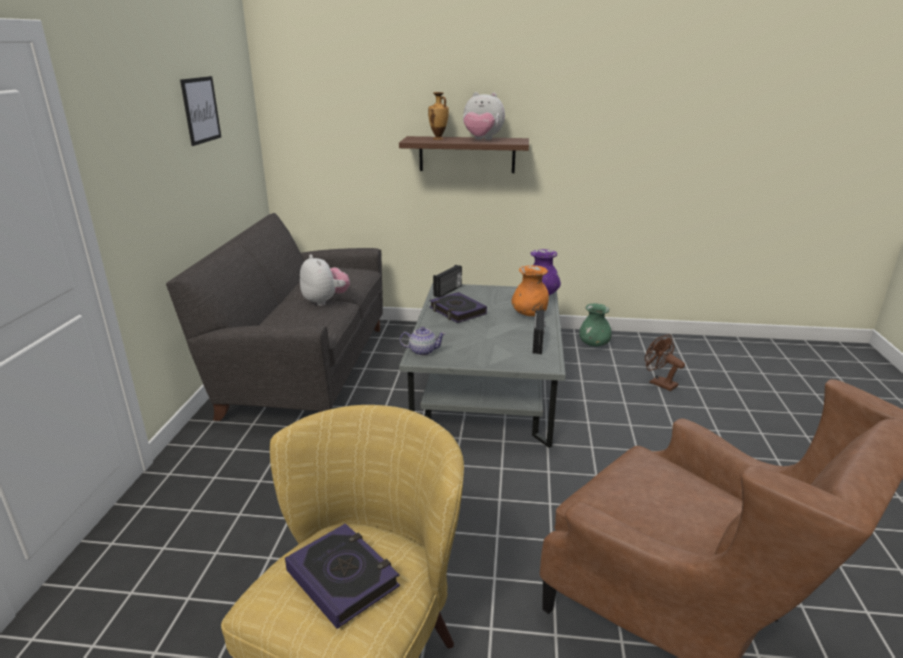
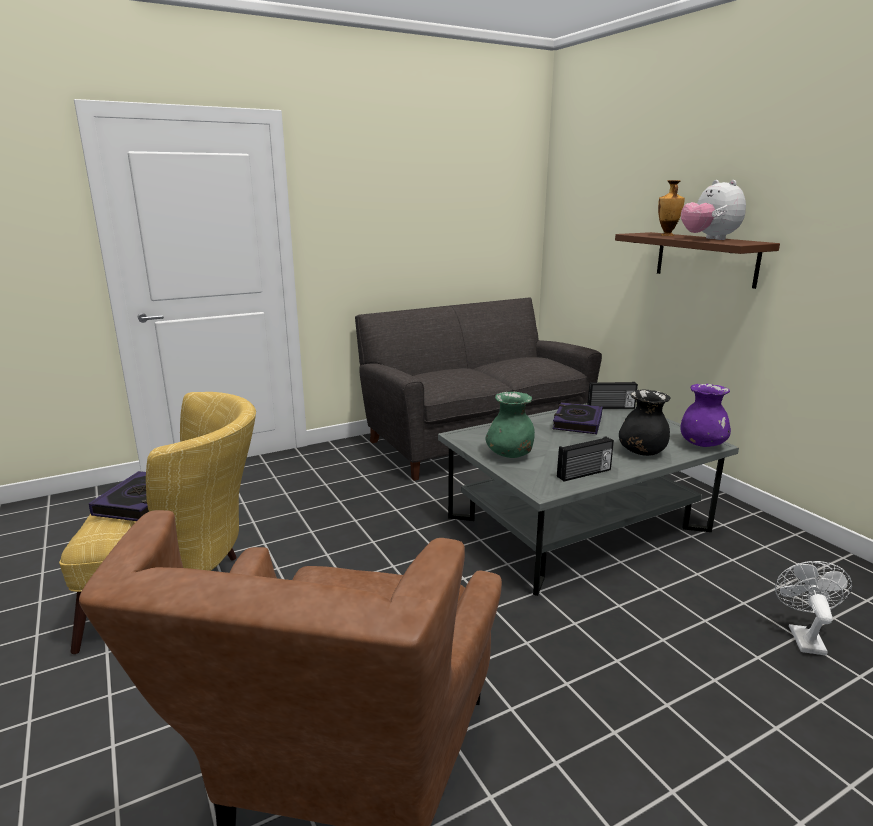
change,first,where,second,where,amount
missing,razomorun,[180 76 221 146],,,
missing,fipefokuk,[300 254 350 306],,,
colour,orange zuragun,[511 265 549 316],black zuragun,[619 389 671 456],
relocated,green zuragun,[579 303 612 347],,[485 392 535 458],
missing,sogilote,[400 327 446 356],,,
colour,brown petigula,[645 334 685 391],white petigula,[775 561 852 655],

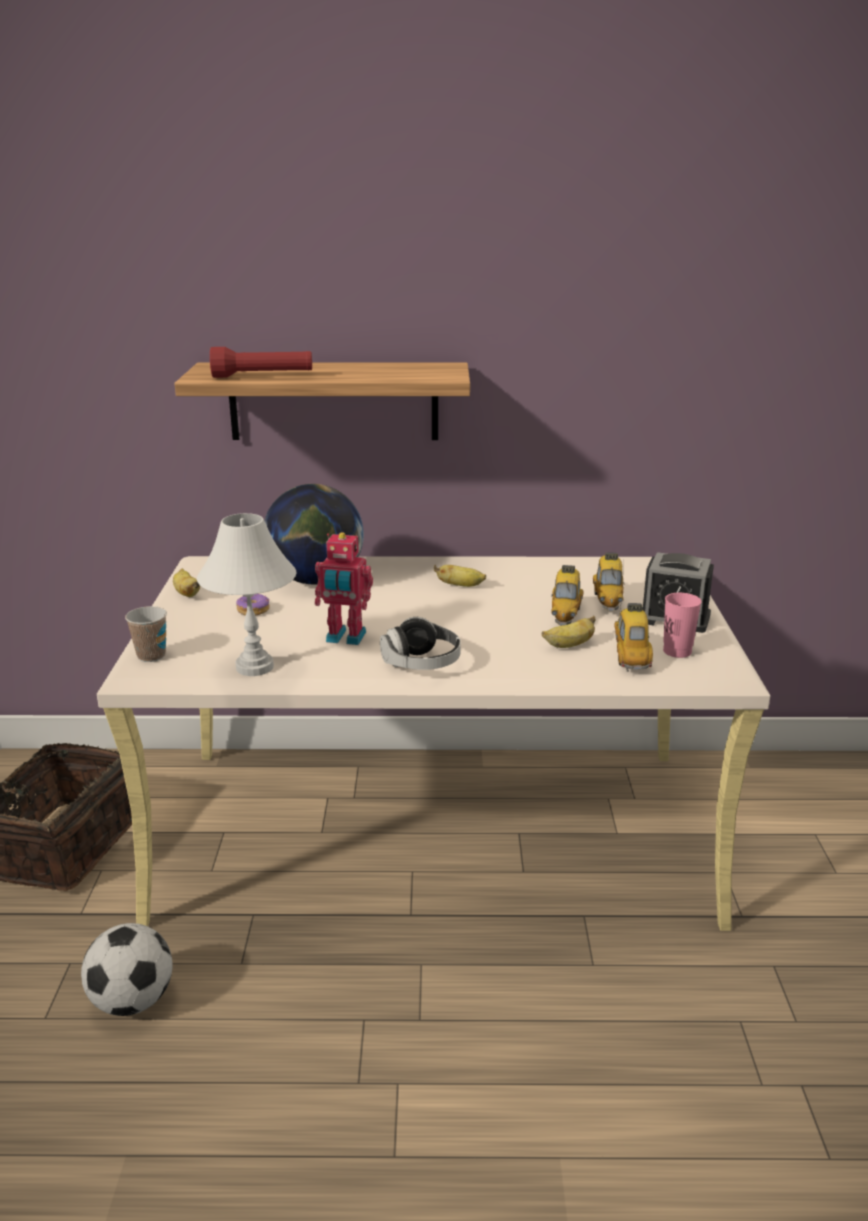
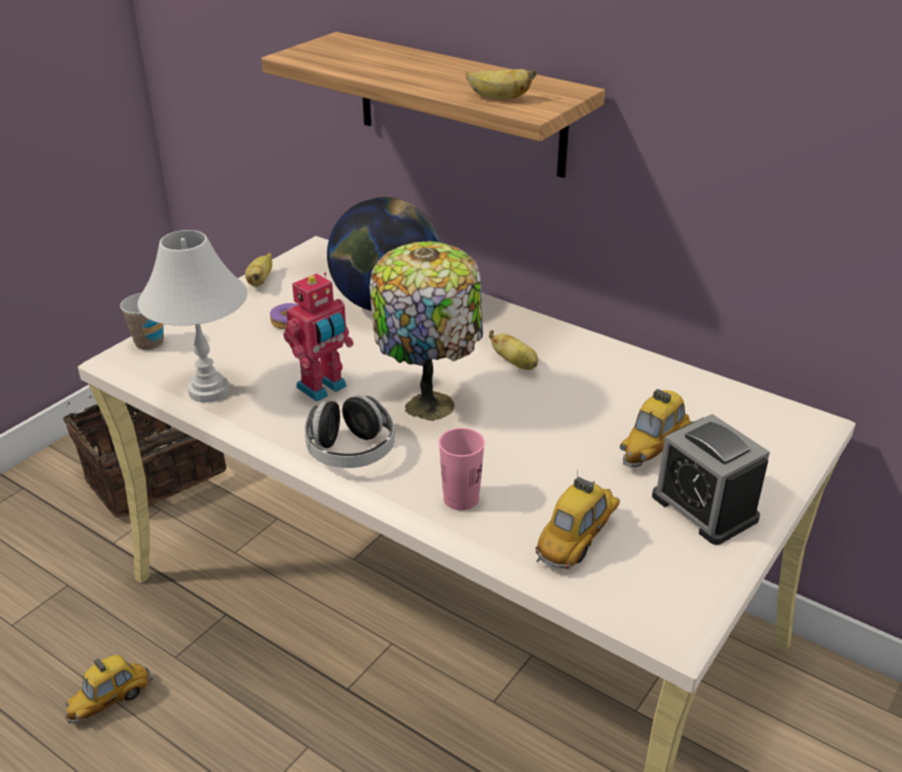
change,first,where,second,where,amount
missing,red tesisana,[210 347 312 378],,,
spun,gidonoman,[315 533 373 645],,[283 272 354 402],90 degrees counterclockwise
relocated,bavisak,[551 565 583 626],,[65 655 153 724],
relocated,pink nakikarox,[663 593 702 658],,[439 428 485 511],
relocated,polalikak,[542 616 596 648],,[466 69 536 99],
missing,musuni,[81 923 173 1016],,,
appeared,,,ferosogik,[370 241 483 421],

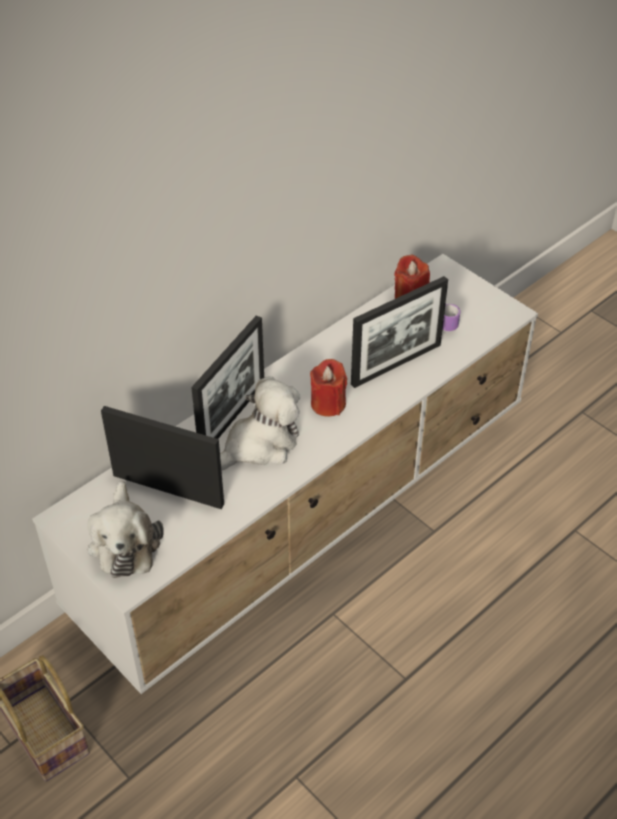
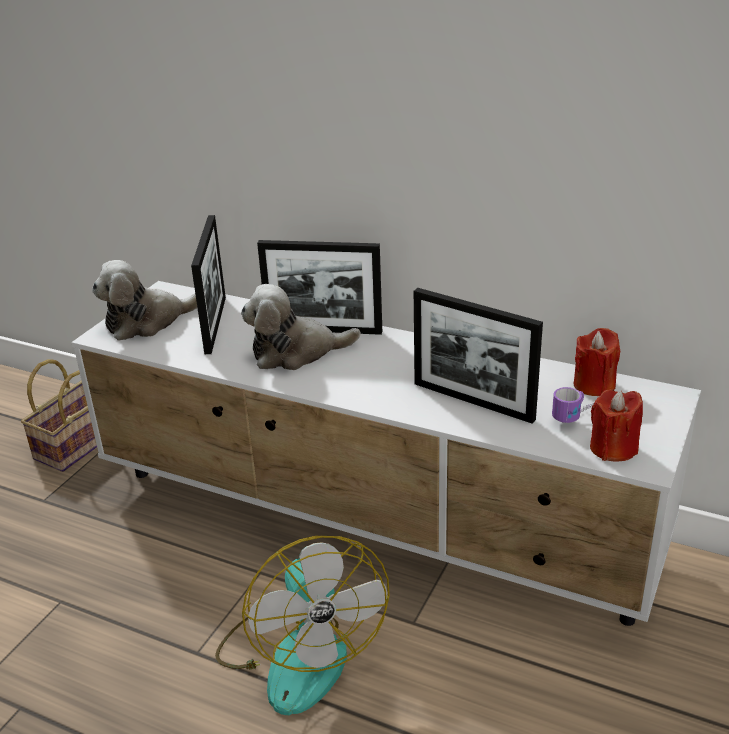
change,first,where,second,where,amount
relocated,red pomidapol,[310 359 347 416],,[590 390 643 461],
spun,fipefokuk,[220 377 300 471],,[241 284 361 370],135 degrees clockwise
appeared,,,petigula,[215 536 390 715],

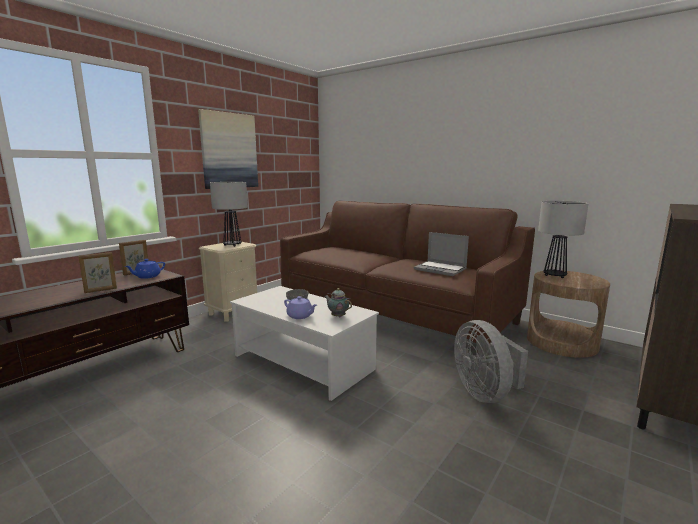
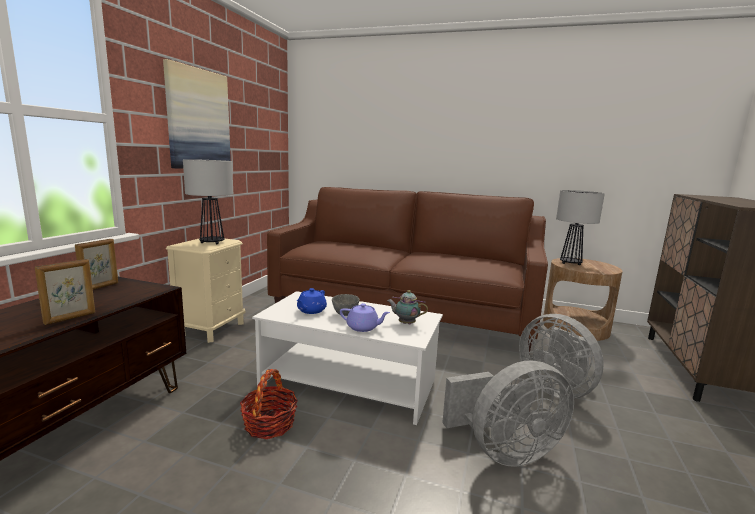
change,first,where,second,where,amount
missing,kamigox,[414 232 469 276],,,
relocated,blue sogilote,[125 259 165 279],,[296 288 327 314],
appeared,,,grey petigula,[442 360 574 467],
appeared,,,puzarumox,[240 369 298 439],

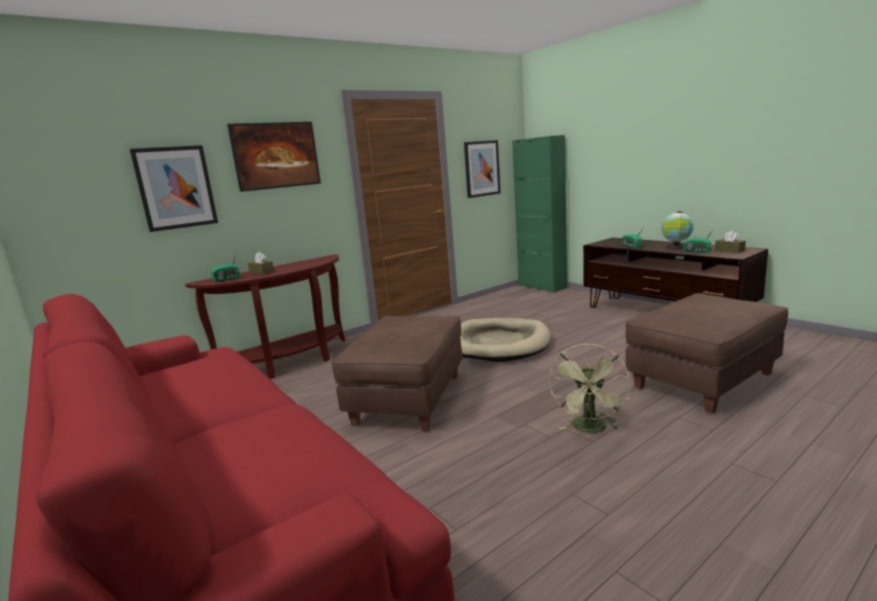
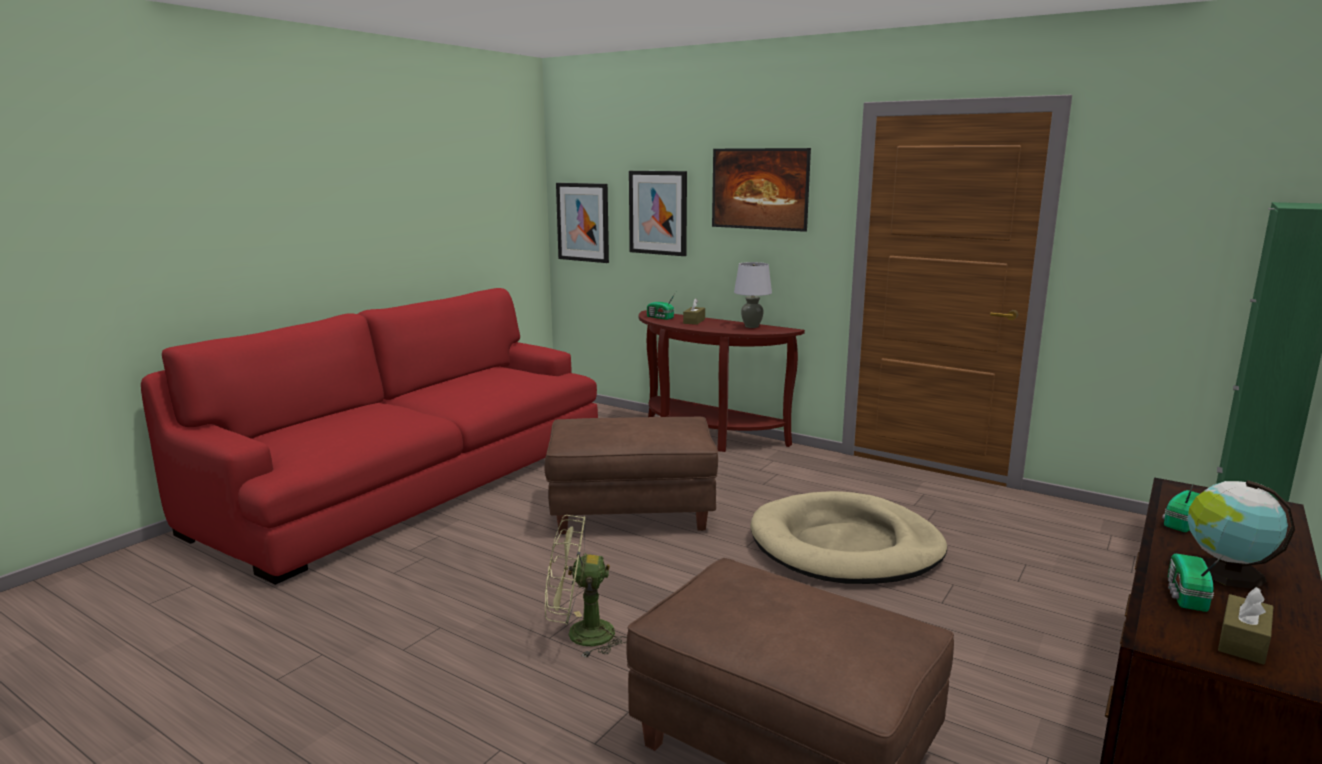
change,first,where,second,where,amount
relocated,razomorun,[464 140 501 198],,[556 183 609 263],
appeared,,,grey ferosogik,[734 262 772 328],

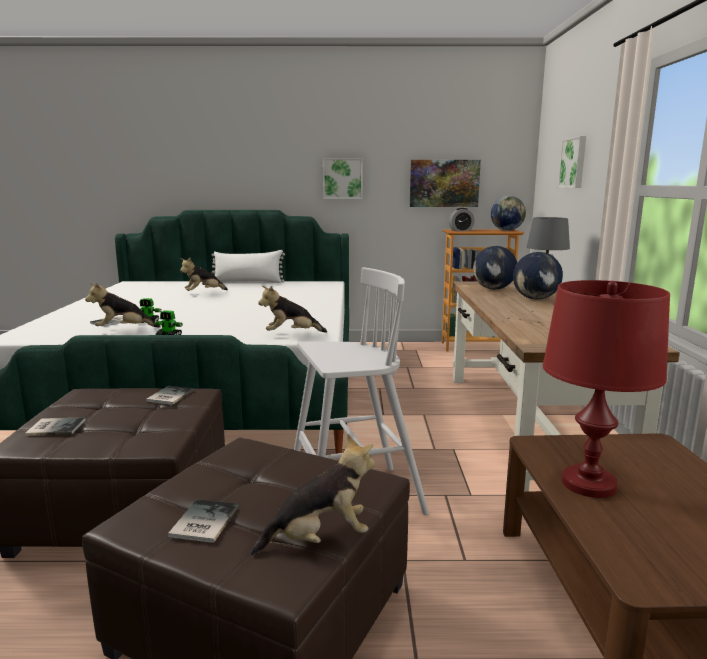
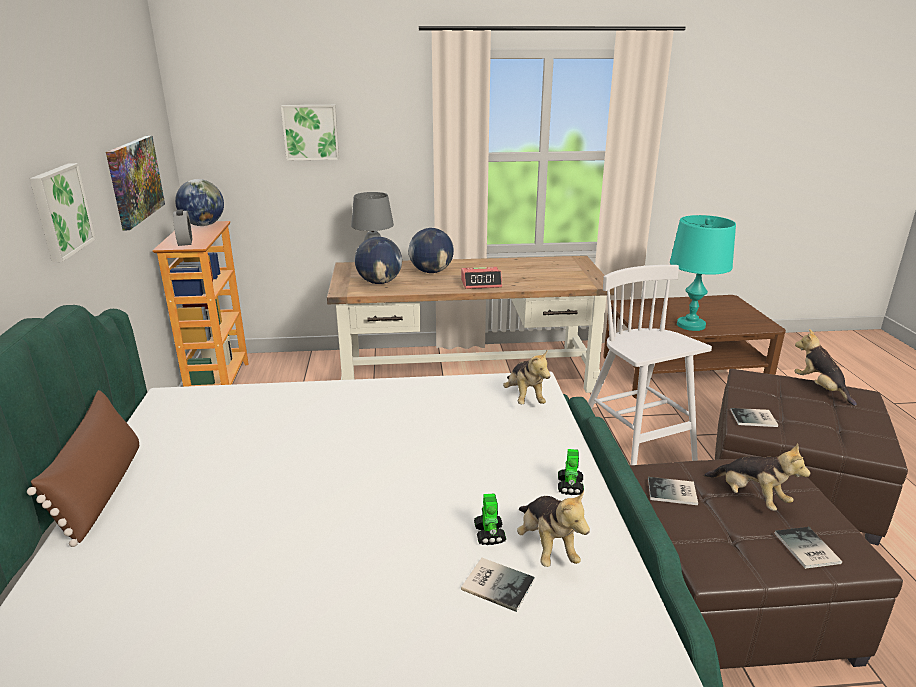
change,first,where,second,where,amount
colour,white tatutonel,[212 250 285 283],brown tatutonel,[27 390 139 547],
relocated,fipefokuk,[180 258 228 291],,[704 443 810 511],
colour,red ferosogik,[543 280 670 498],turquoise ferosogik,[670 215 736 331],
relocated,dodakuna,[168 499 239 543],,[730 408 778 427],
appeared,,,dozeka,[461 267 502 289],

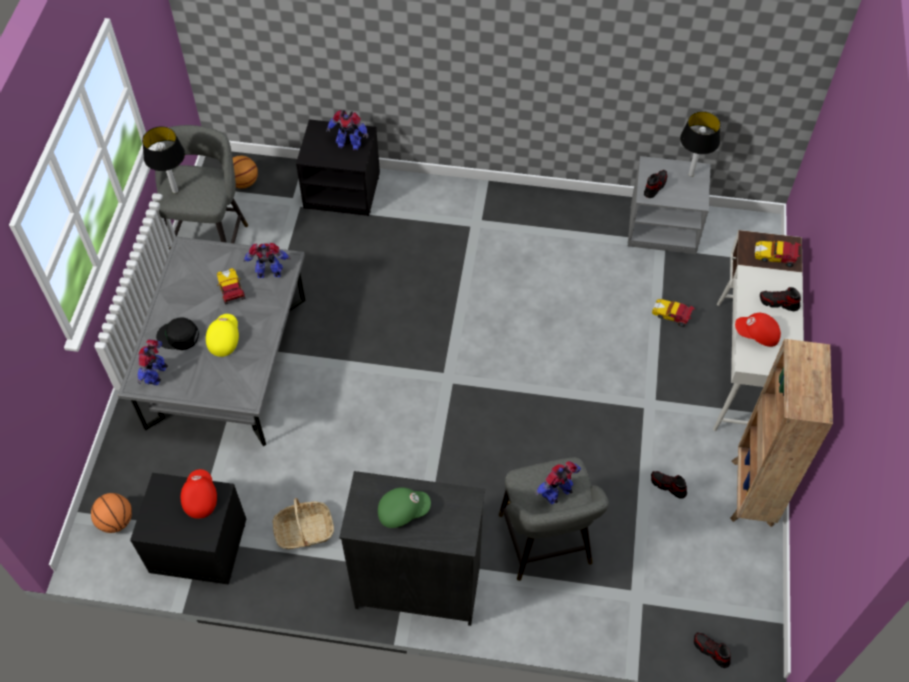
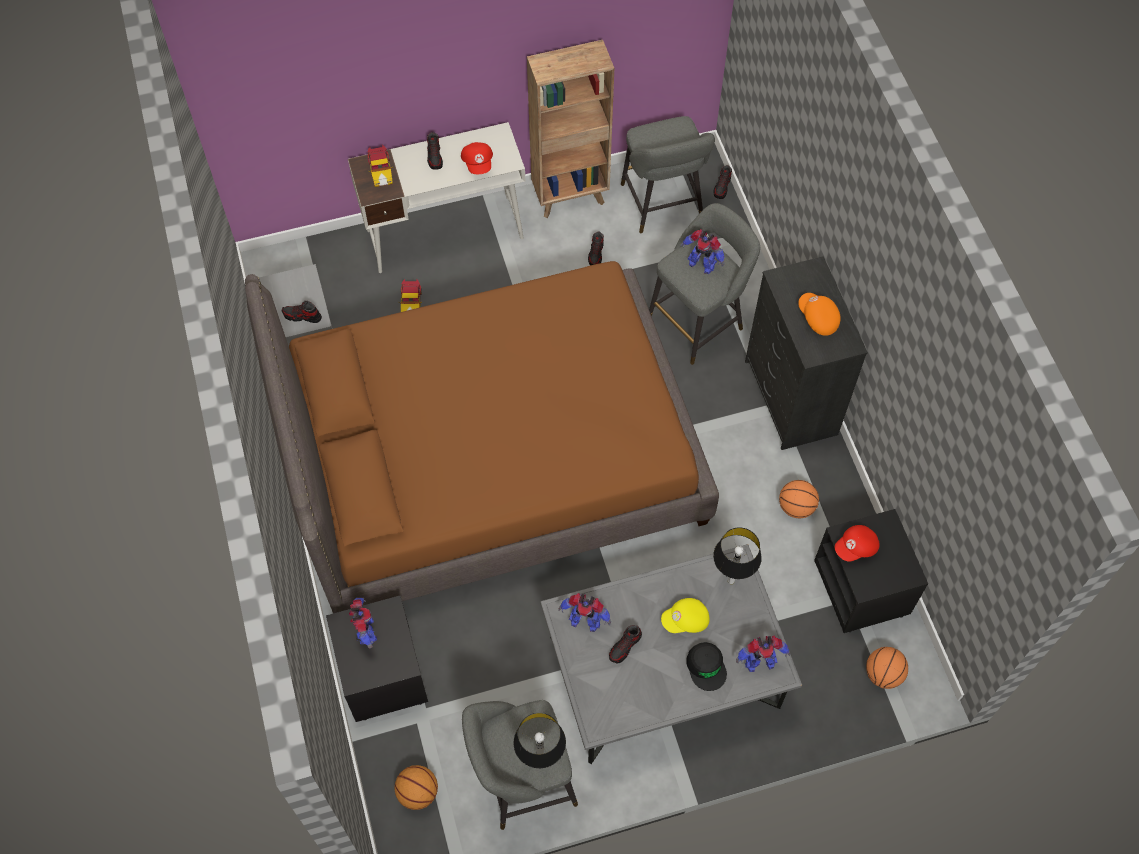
change,first,where,second,where,amount
relocated,ferosogik,[680 111 721 177],,[713 527 762 584],
spun,gidonoman,[243 243 290 278],,[558 593 611 632],45 degrees counterclockwise
exchanged,bavisak,[217 268 245 305],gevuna,[609 625 642 663],
colour,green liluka,[378 487 431 528],orange liluka,[798 293 841 336],
exchanged,puzarumox,[272 498 334 549],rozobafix,[779 480 819 518],
appeared,,,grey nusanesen,[621 116 715 233],
appeared,,,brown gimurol,[245 261 719 613],

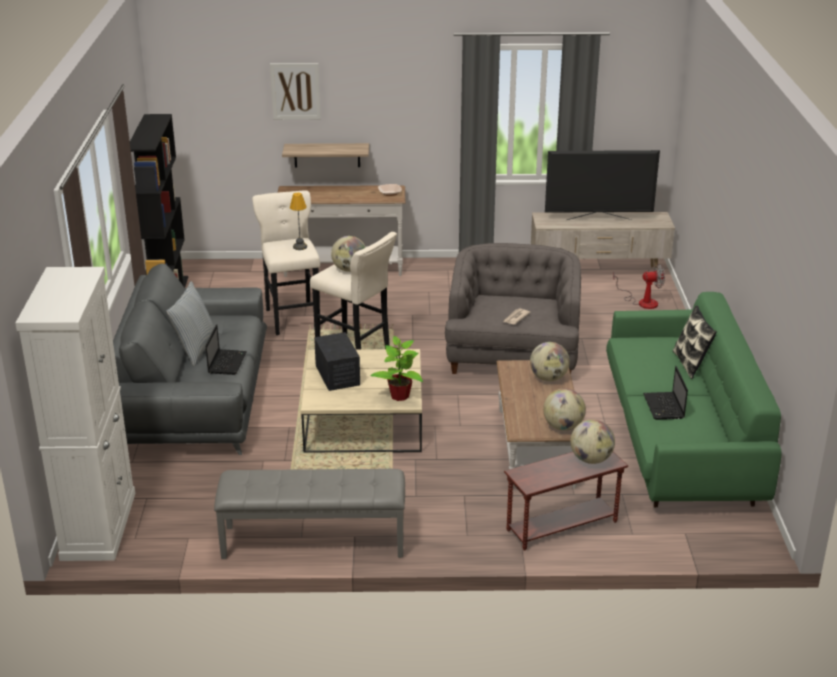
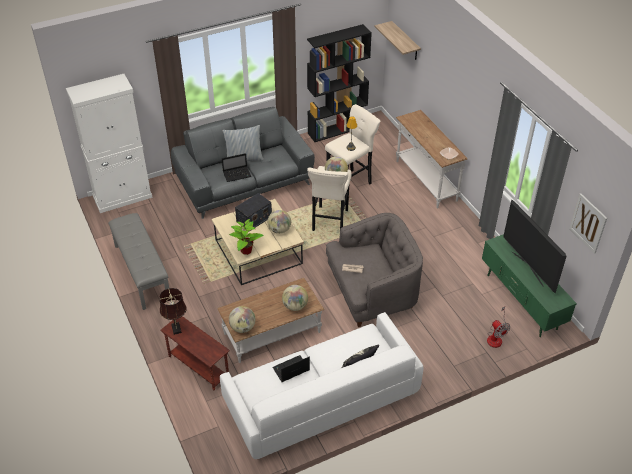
change,first,where,second,where,amount
relocated,razomorun,[270 63 321 120],,[569 193 607 254],
relocated,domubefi,[282 143 369 168],,[375 21 421 60],
colour,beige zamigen,[531 212 675 271],green zamigen,[482 234 577 337],
colour,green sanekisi,[606 292 782 508],white sanekisi,[220 312 423 459],
relocated,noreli,[570 419 615 464],,[268 210 291 234],
appeared,,,brown ferosogik,[159 288 186 335],

